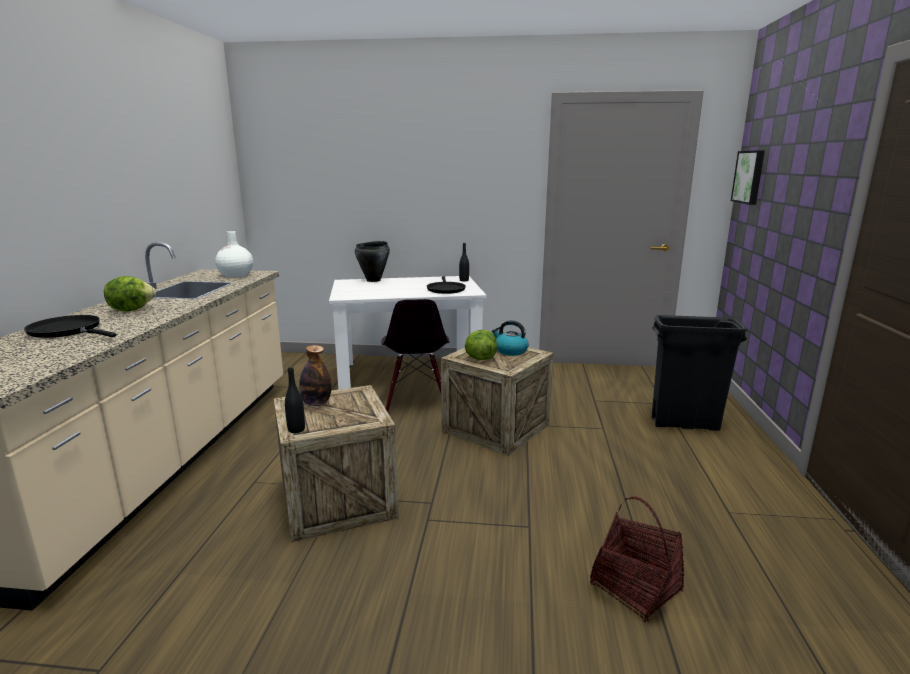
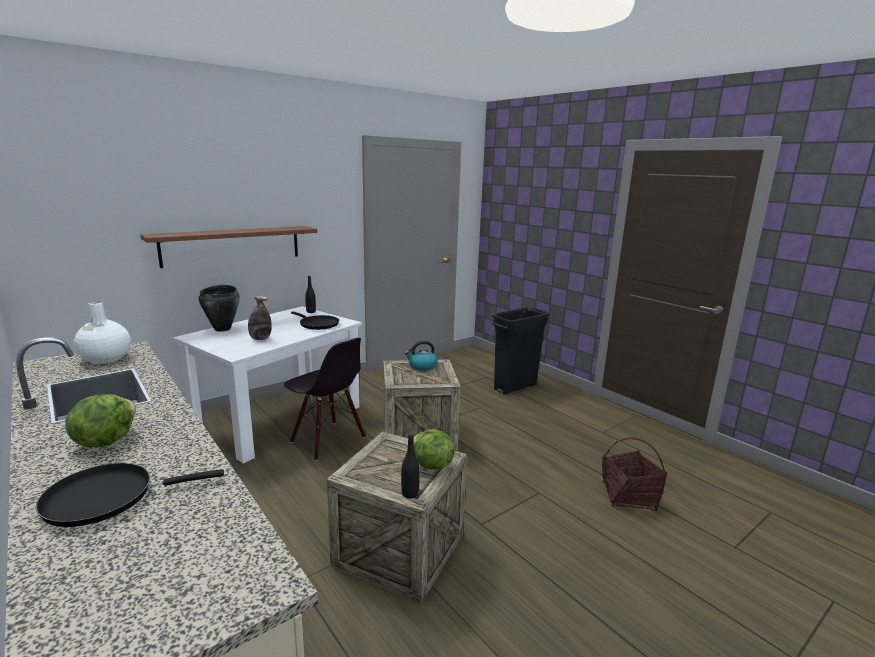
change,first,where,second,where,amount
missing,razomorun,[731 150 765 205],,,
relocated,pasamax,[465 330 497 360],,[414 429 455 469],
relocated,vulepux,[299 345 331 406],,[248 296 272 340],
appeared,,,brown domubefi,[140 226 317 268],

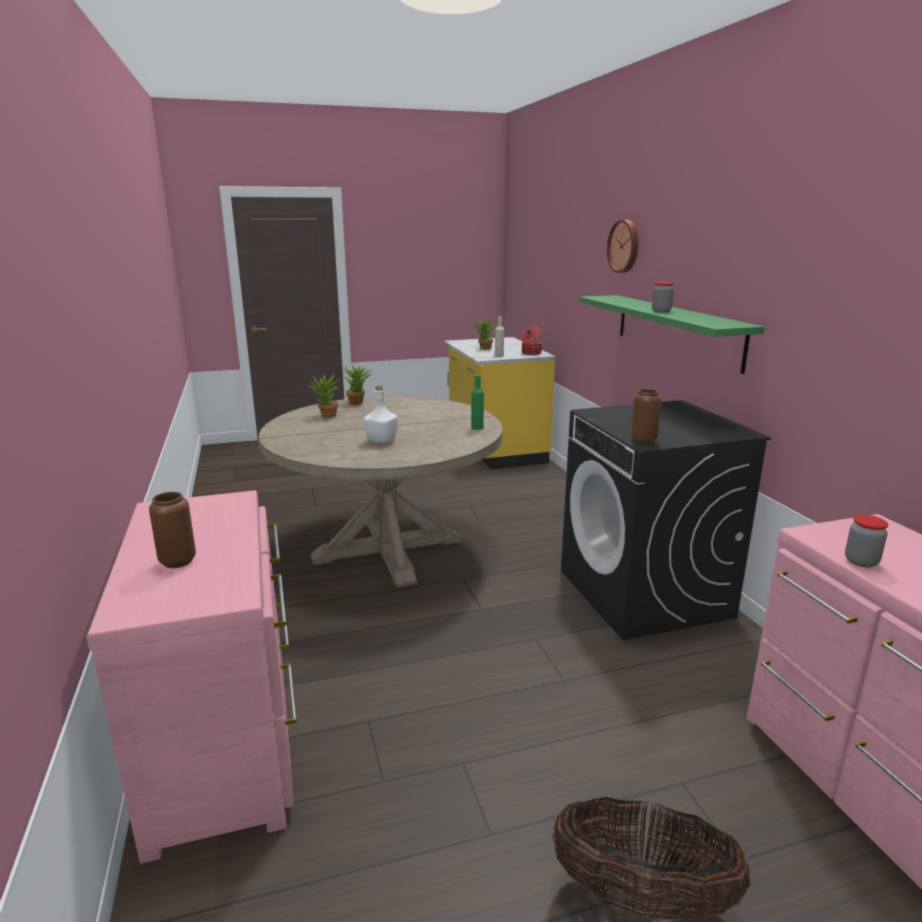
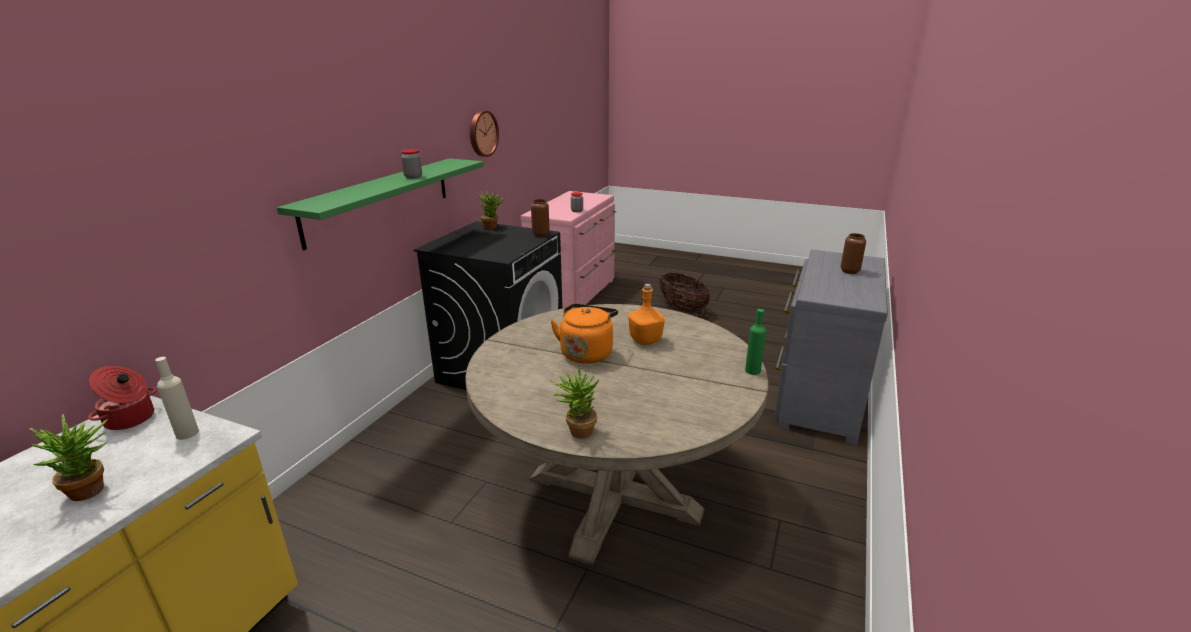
change,first,where,second,where,amount
relocated,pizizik,[607 220 639 273],,[470 111 499 157],
relocated,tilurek,[308 374 340 418],,[477 192 504 229],
relocated,green vulepux,[471 375 484 430],,[745 309 766 375],
colour,white vulepux,[364 385 398 443],orange vulepux,[628 284 665 345],
colour,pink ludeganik,[86 490 297 864],grey ludeganik,[774 250 888 445],
appeared,,,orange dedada,[550 304 618 364],

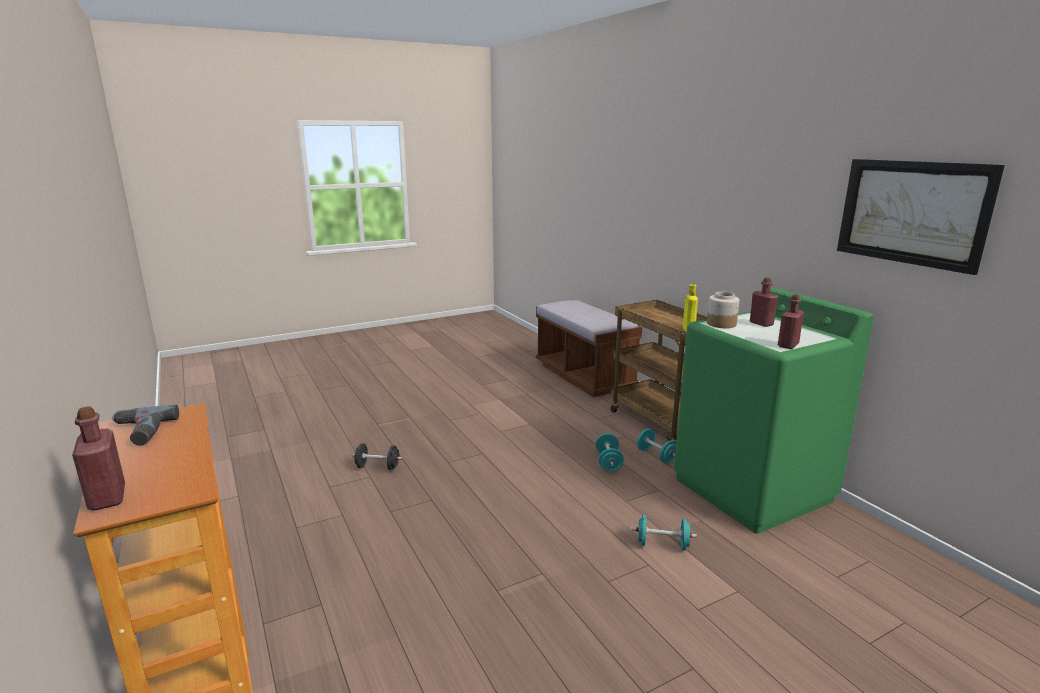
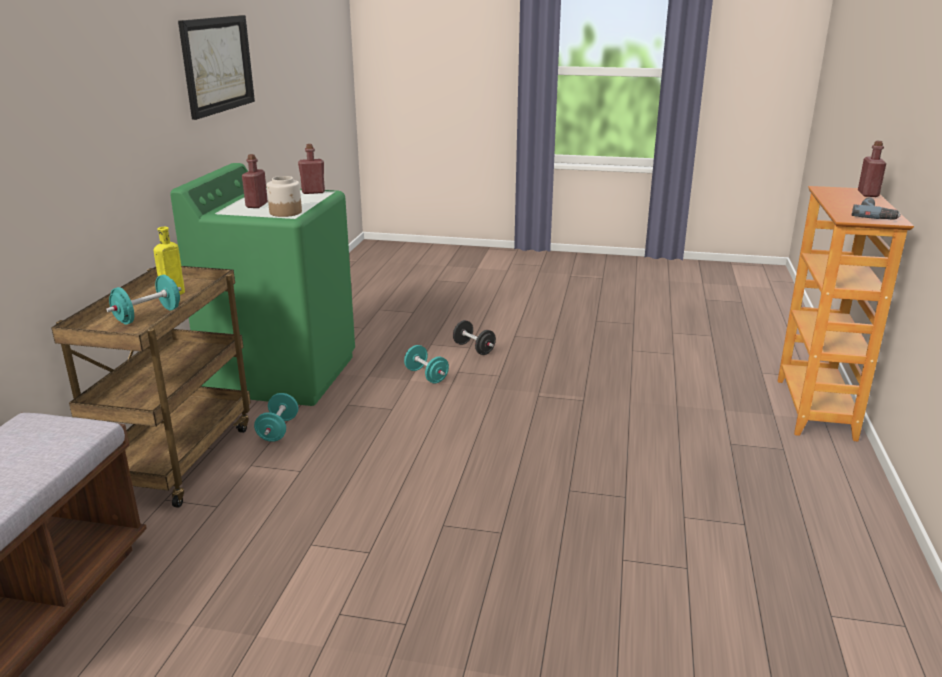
change,first,where,second,where,amount
relocated,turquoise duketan,[595 433 624 471],,[106 275 181 325],
relocated,black duketan,[352 443 402 470],,[453 320 496 355],

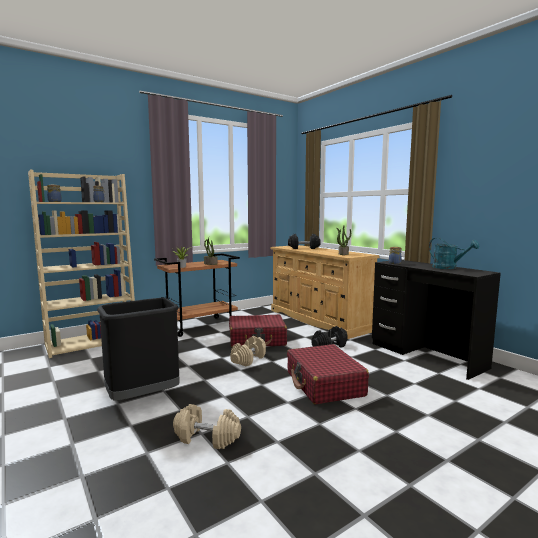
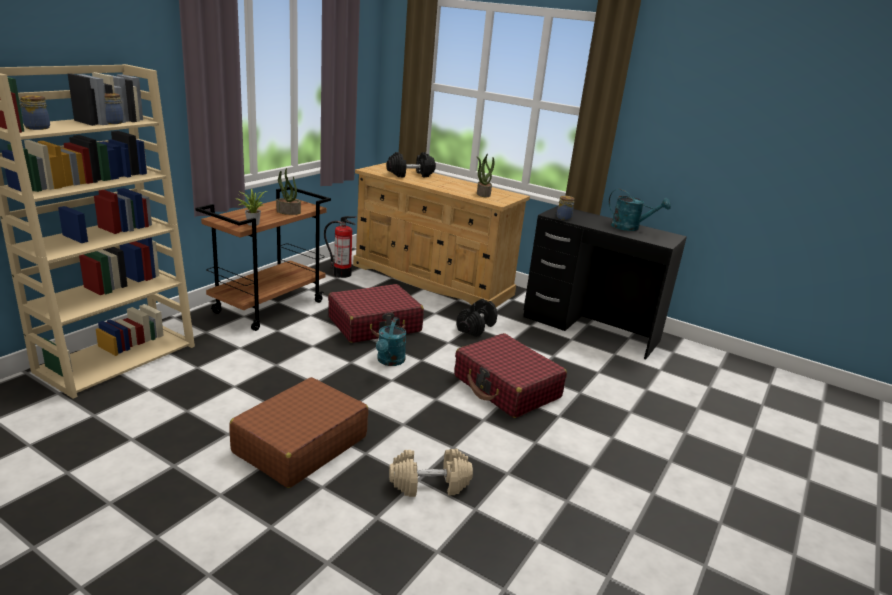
change,first,where,second,where,amount
exchanged,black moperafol,[97 298 180 401],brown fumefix,[229 377 368 488],
exchanged,beige duketan,[230 336 266 367],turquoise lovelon,[376 317 406 366],
appeared,,,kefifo,[324 216 356 278],

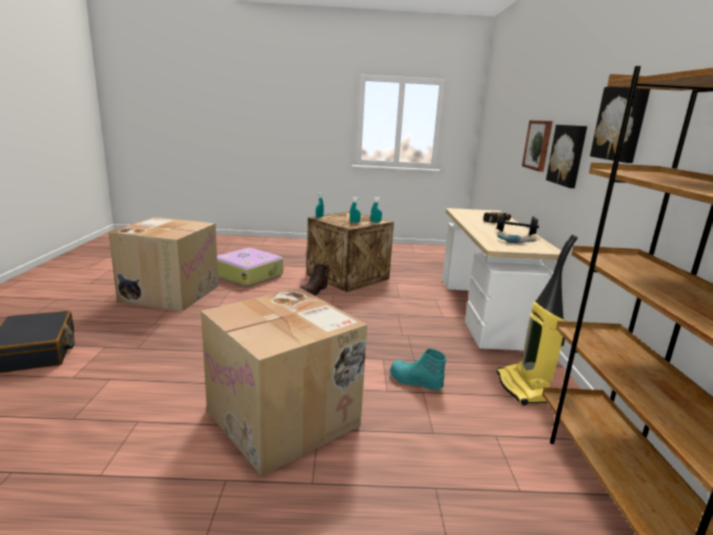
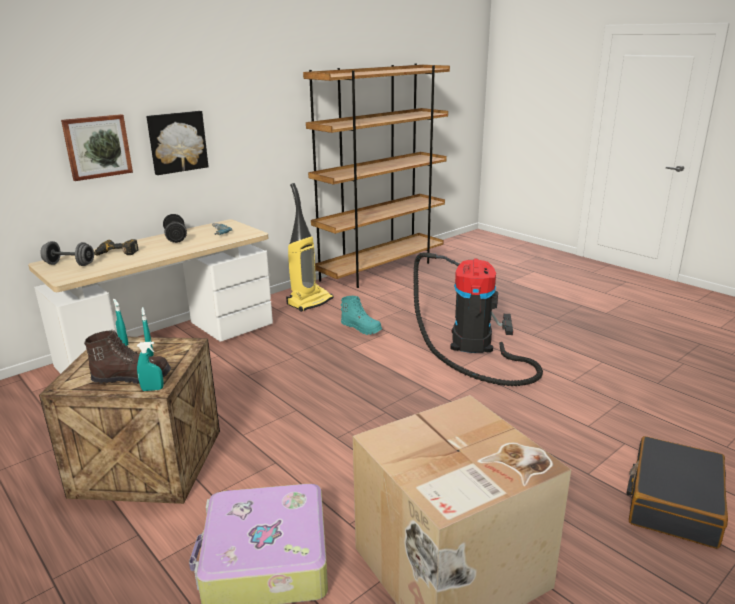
change,first,where,second,where,amount
missing,razomorun,[590 87 650 163],,,
relocated,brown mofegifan,[300 264 329 296],,[84 330 171 384],
exchanged,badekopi,[201 288 367 477],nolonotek,[413 252 543 386],
spun,turquoise mofegifan,[390 348 446 390],,[341 296 382 335],45 degrees counterclockwise
appeared,,,grey duketan,[40 241 94 266],

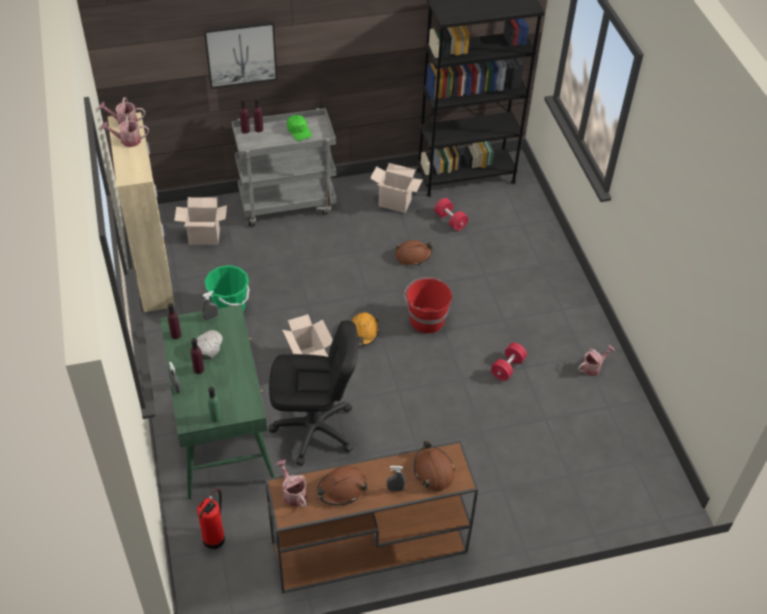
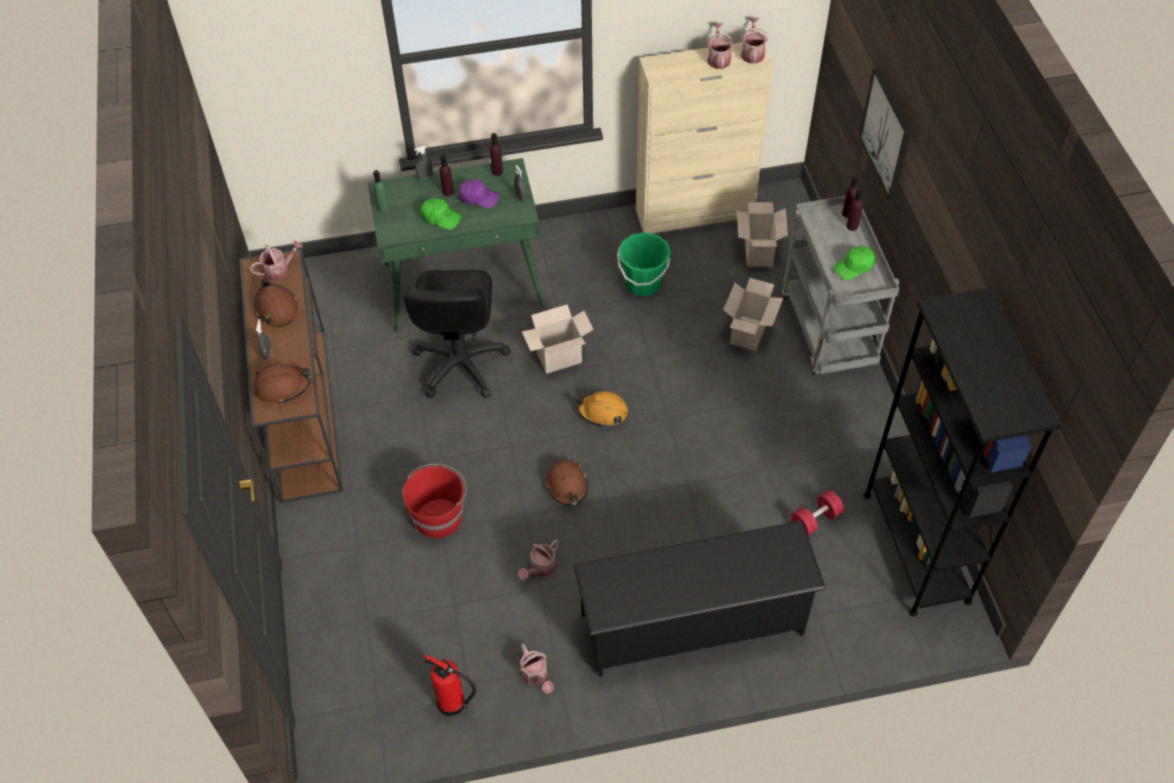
change,first,where,second,where,amount
relocated,badekopi,[370 163 422 213],,[723 278 783 351],
relocated,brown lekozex,[395 240 433 266],,[546 459 588 506],
relocated,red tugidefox,[404 277 452 333],,[402 464 467 539],
colour,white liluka,[197 330 223 359],purple liluka,[458 179 499 208],
exchanged,red duketan,[491 342 527 381],lovelon,[518 539 559 580],
relocated,kefifo,[197 488 225 549],,[424 655 476 716],
appeared,,,green liluka,[420 198 462 230],
appeared,,,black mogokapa,[574 521 826 677],

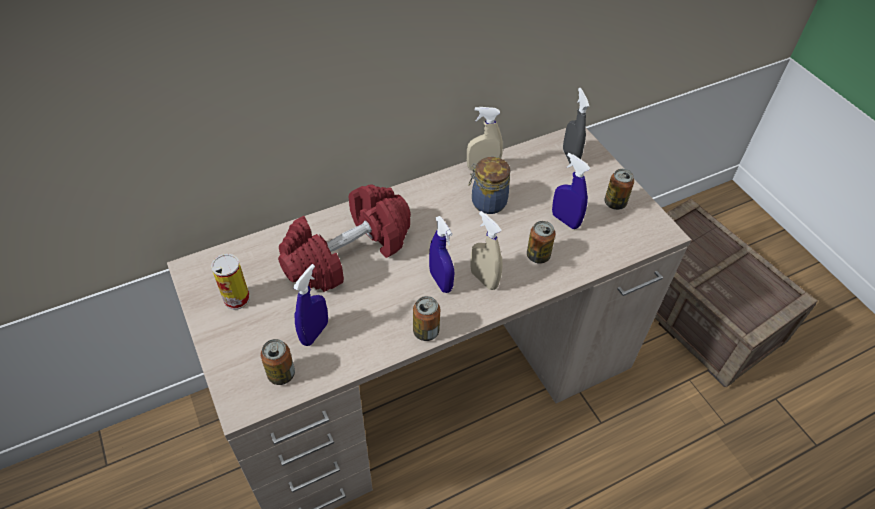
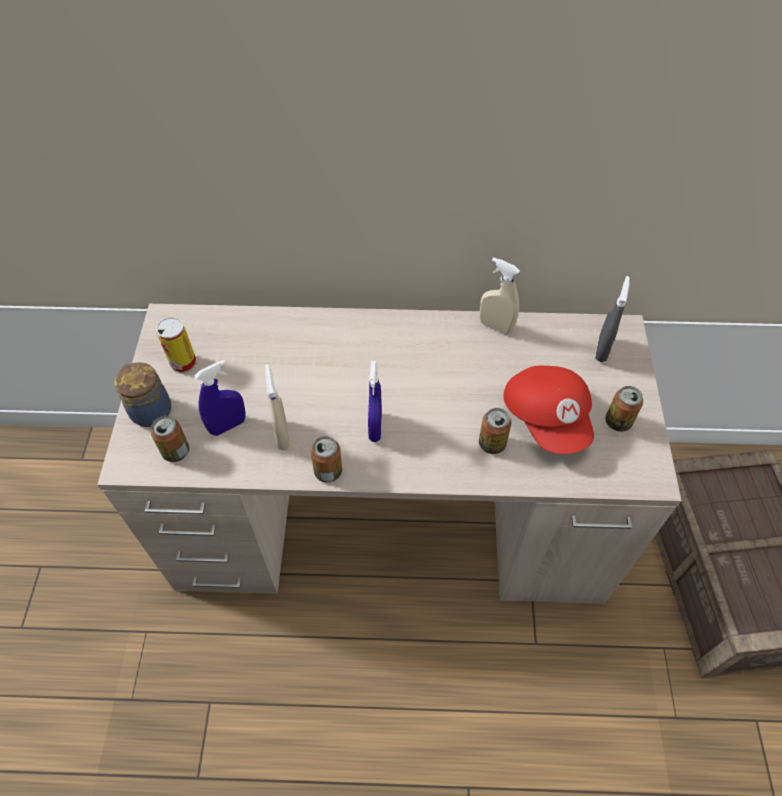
change,first,where,second,where,amount
exchanged,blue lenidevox,[552 153 591 229],red liluka,[503 366 594 454],
relocated,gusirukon,[469 157 511 214],,[114 362 171 427],
missing,red duketan,[278 184 411 292],,,
relocated,beige lenidevox,[470 211 502 290],,[265 364 290 450],

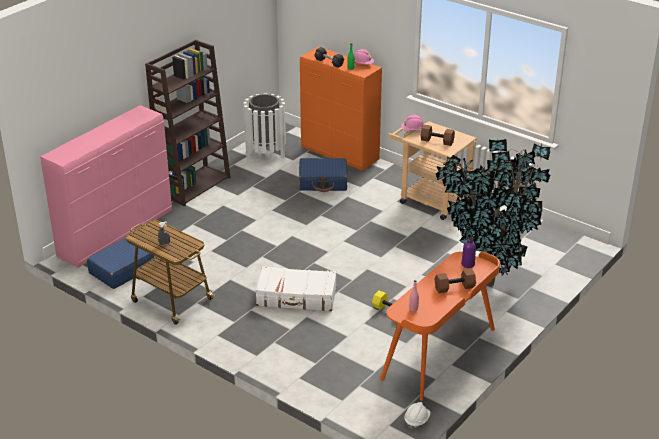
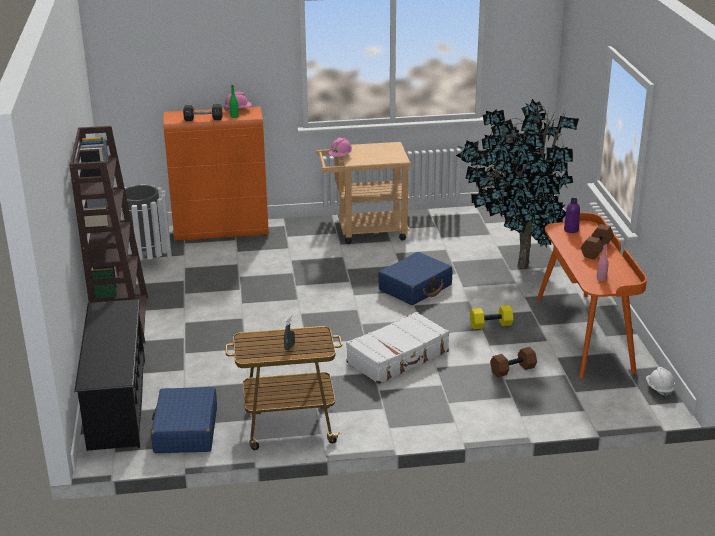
change,first,where,second,where,amount
exchanged,pink ludeganik,[40 105 172 268],black mogokapa,[74 299 145 451],
relocated,brown duketan,[421 125 455 146],,[490 347 537 377],
relocated,blue fumefix,[299 158 347 192],,[378 252 452 305],

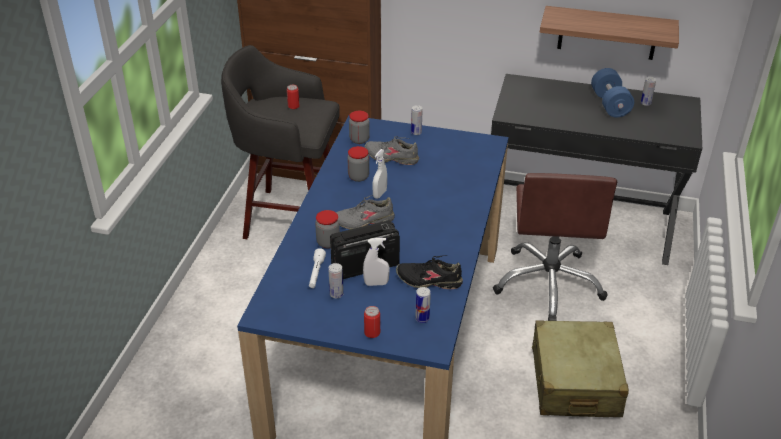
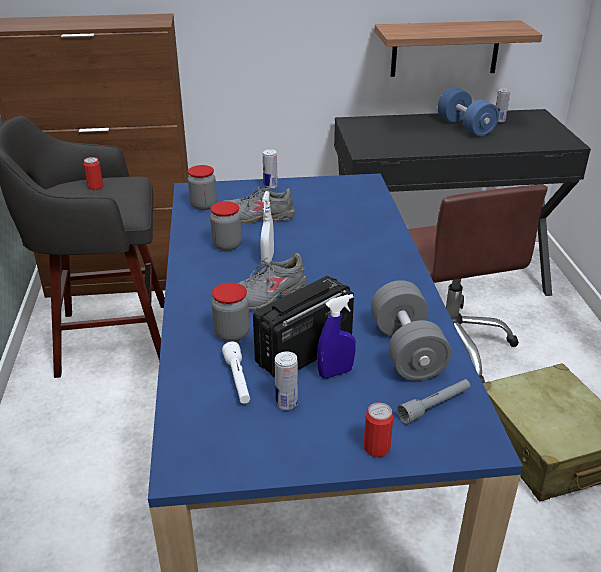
change,first,where,second,where,amount
colour,white lenidevox,[363 238 390 286],blue lenidevox,[317 294 356 379],
exchanged,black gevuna,[396 255 463 289],grey duketan,[371 280 452 381],
exchanged,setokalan,[415 287 431 323],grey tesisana,[397 379 470 424],

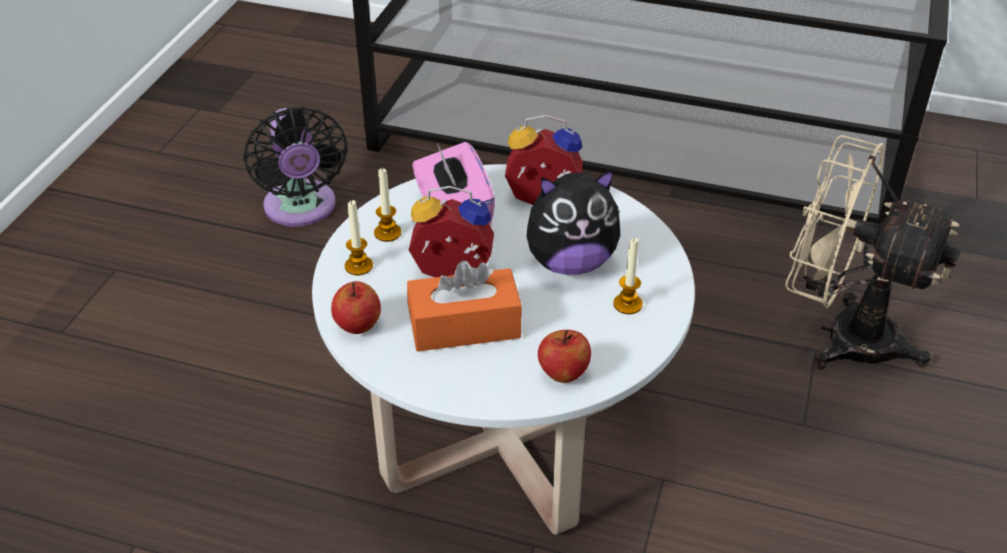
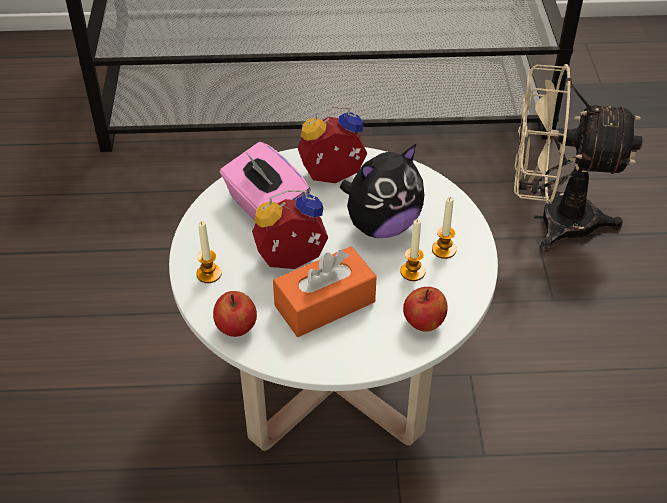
change,first,where,second,where,amount
missing,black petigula,[243 106 348 227],,,
relocated,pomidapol,[374 168 401 242],,[400 219 425 281],

